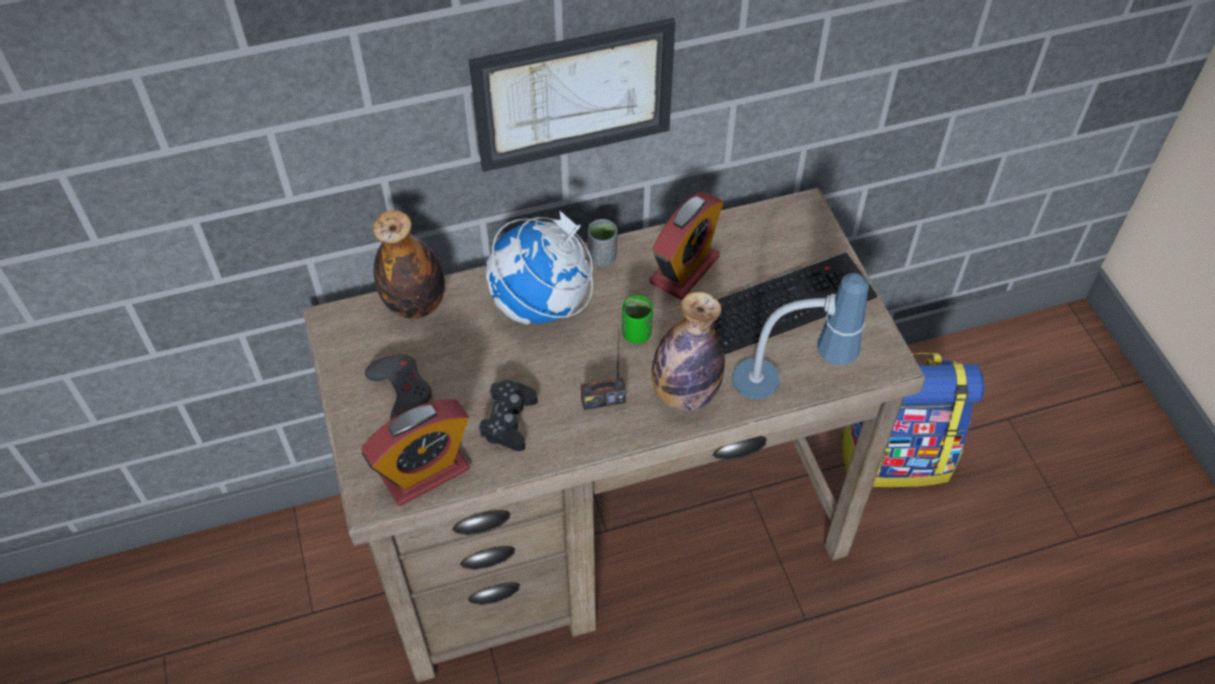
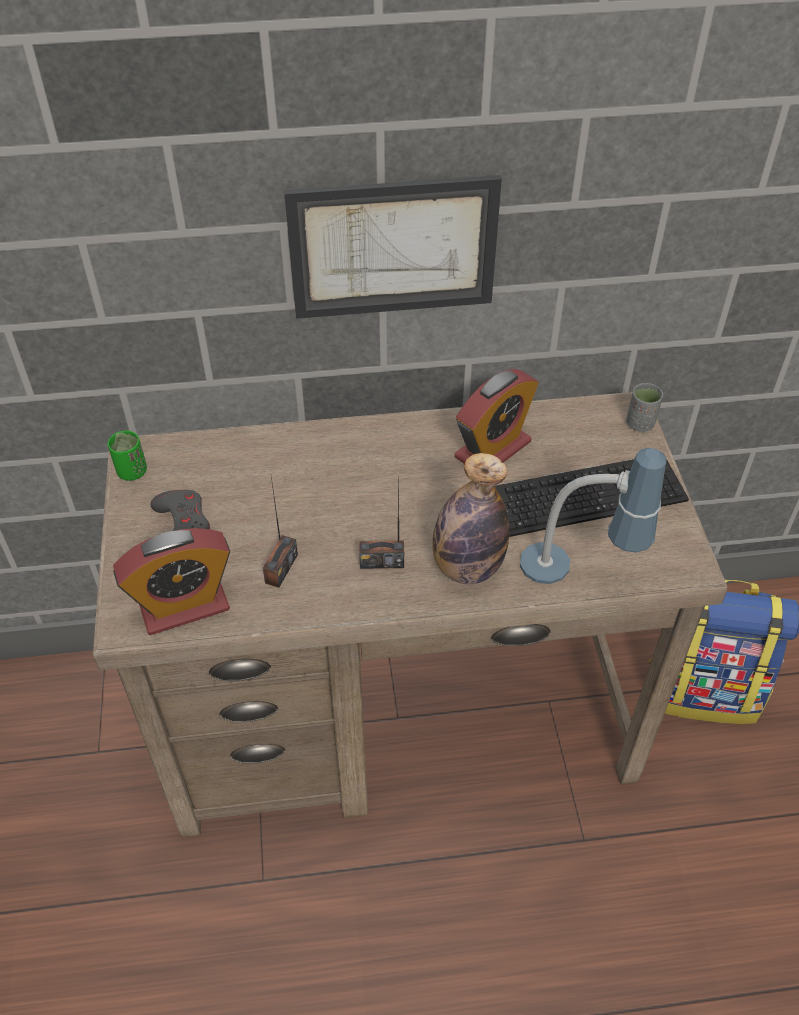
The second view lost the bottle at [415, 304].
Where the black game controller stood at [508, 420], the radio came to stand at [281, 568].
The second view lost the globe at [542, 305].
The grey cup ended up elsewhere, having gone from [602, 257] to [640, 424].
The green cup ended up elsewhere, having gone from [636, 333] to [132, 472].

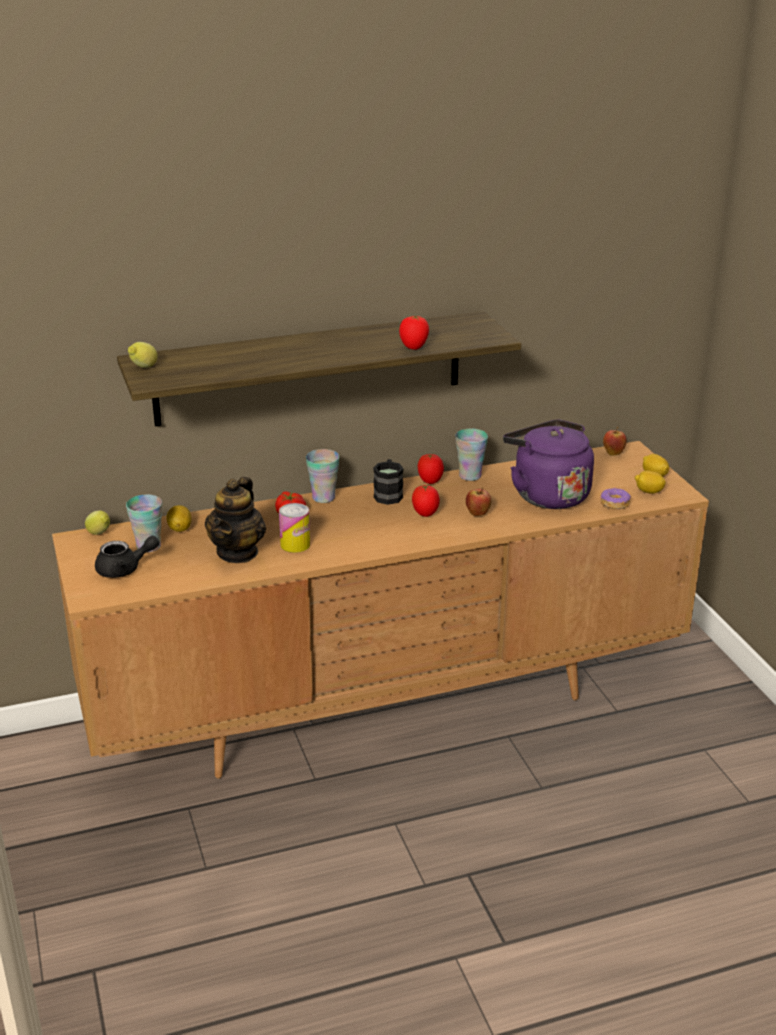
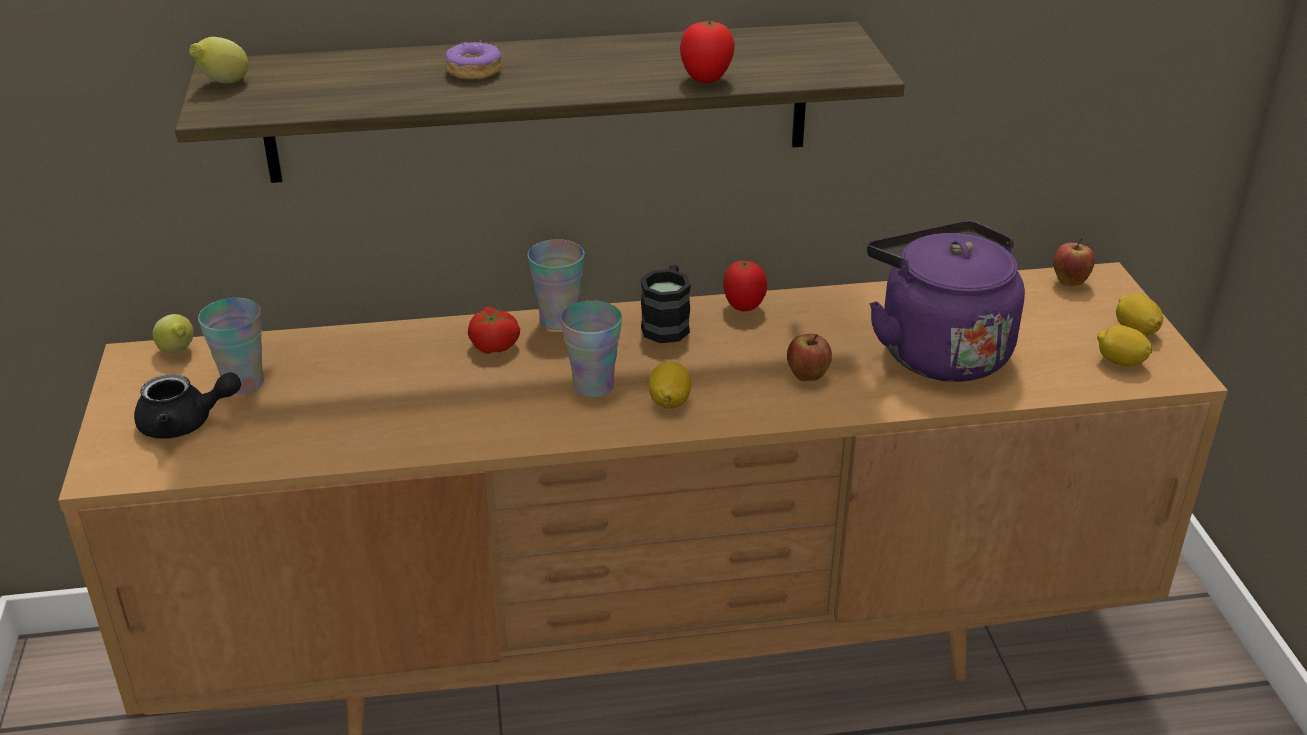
The lemon ended up elsewhere, having gone from [180, 529] to [669, 401].
The second view lost the teapot at [238, 552].
The second view lost the can at [295, 545].
The second view lost the tomato at [425, 514].
The cup ended up elsewhere, having gone from [470, 476] to [593, 386].
The donut ended up elsewhere, having gone from [614, 503] to [473, 71].

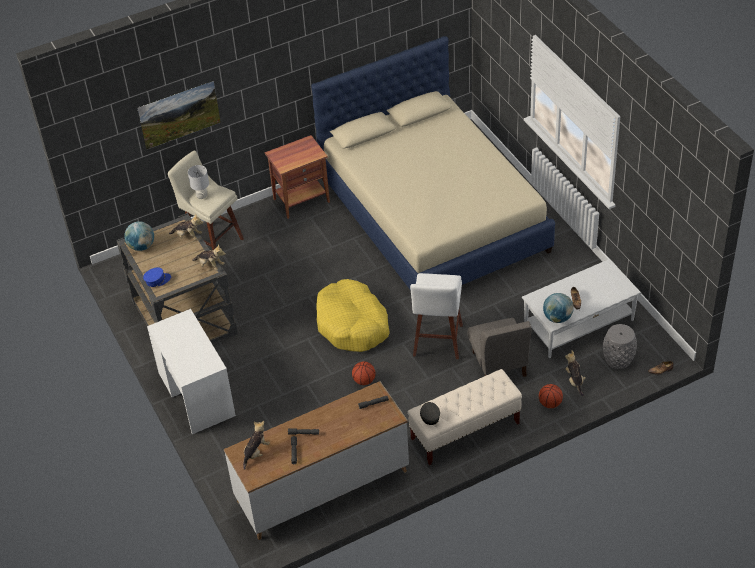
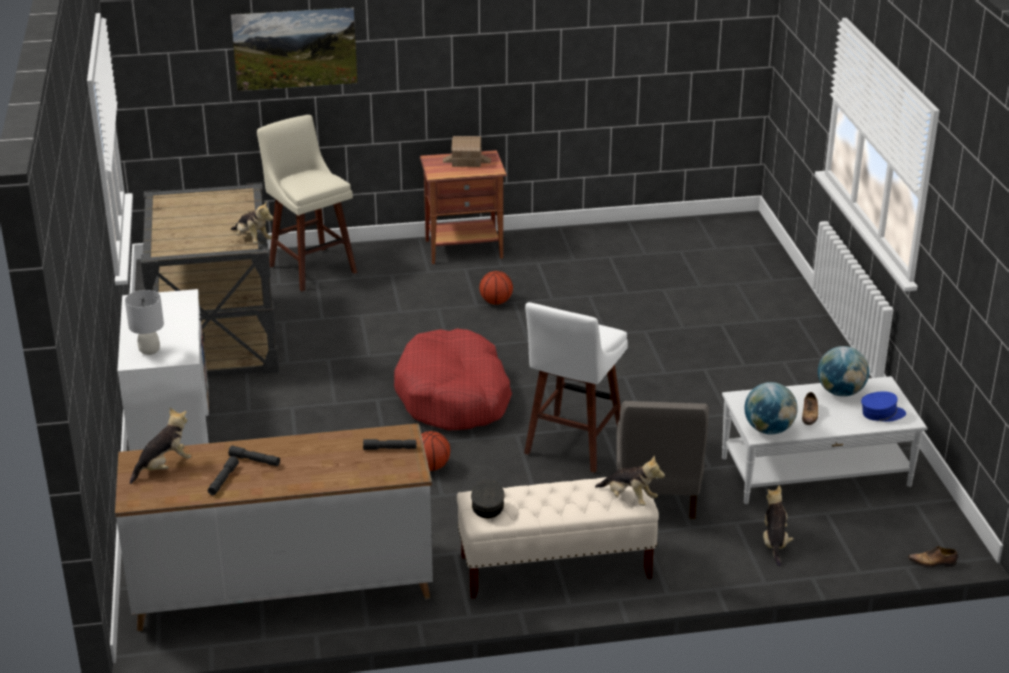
The globe ended up elsewhere, having gone from [141, 246] to [840, 392].
The blue cap ended up elsewhere, having gone from [157, 280] to [881, 413].
The plush toy ended up elsewhere, having gone from [188, 236] to [629, 498].
The grey table lamp ended up elsewhere, having gone from [202, 196] to [150, 351].
The second view lost the beige bed at [433, 214].
What was the yellow dog bed at [352, 324] turned into the red dog bed at [454, 397].
The basketball ended up elsewhere, having gone from [550, 403] to [496, 302].
The second view lost the grey stool at [618, 360].
The second view gained the toy house at [466, 161].

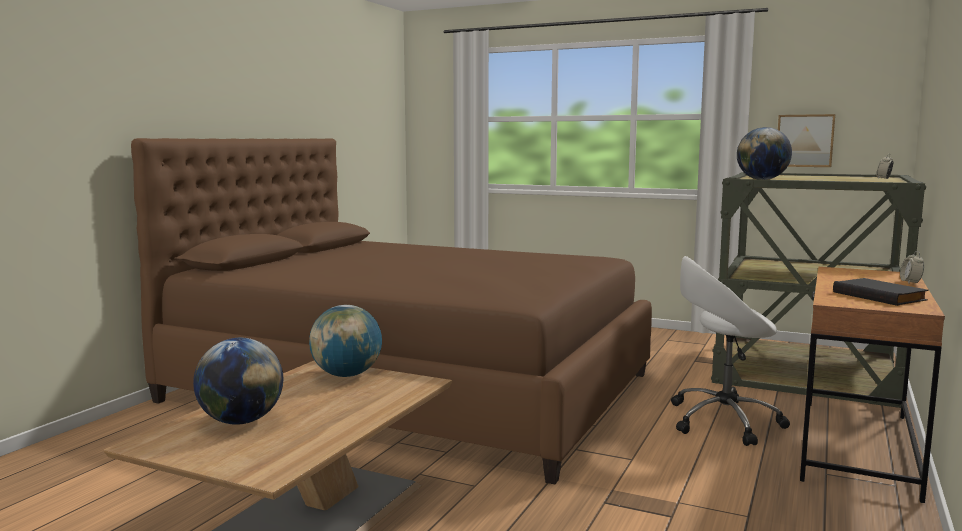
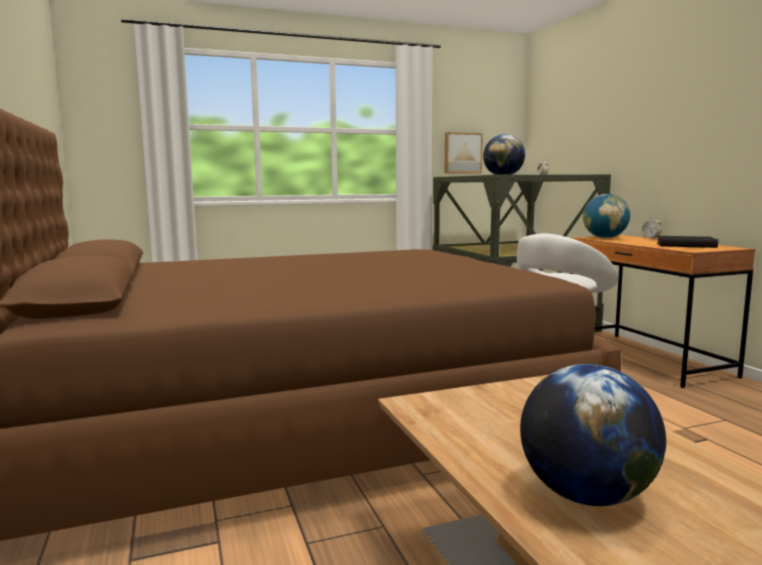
The globe ended up elsewhere, having gone from [347, 375] to [605, 238].

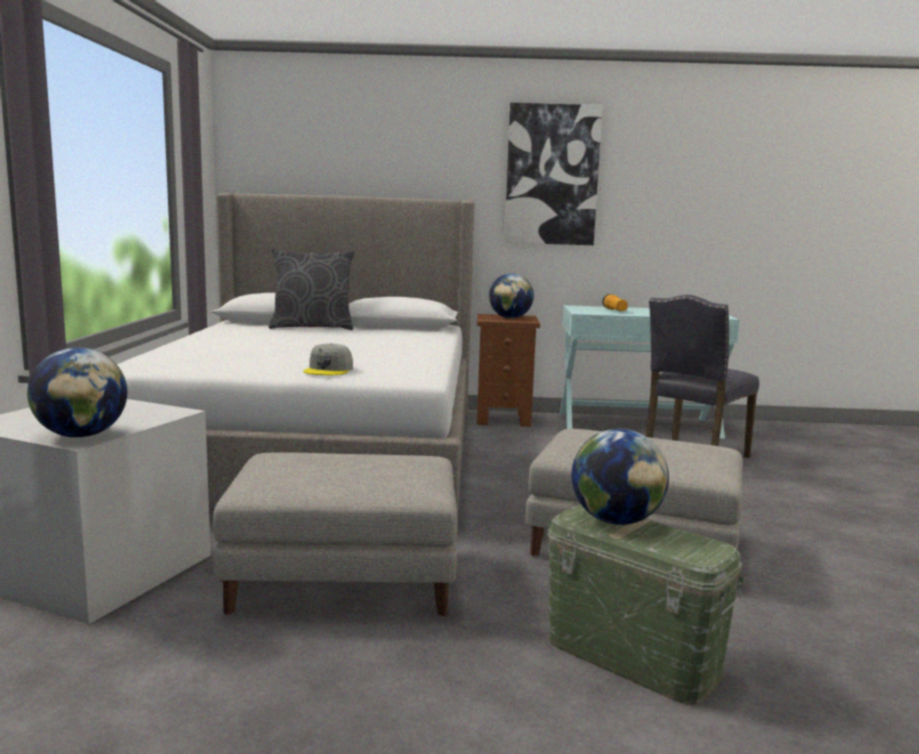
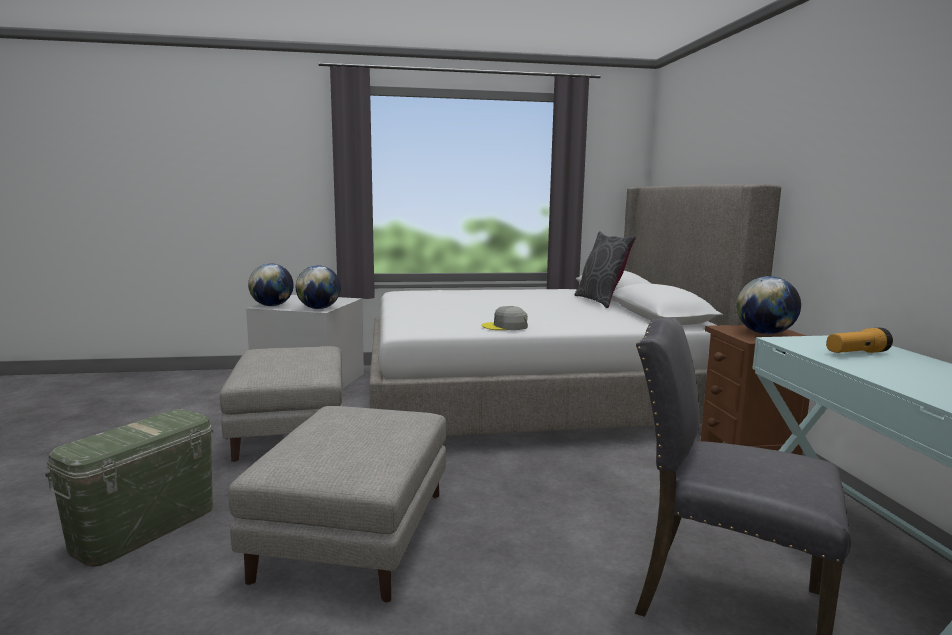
The grey cap ended up elsewhere, having gone from [329, 370] to [505, 326].
The second view lost the picture at [552, 175].
The globe ended up elsewhere, having gone from [616, 521] to [319, 308].

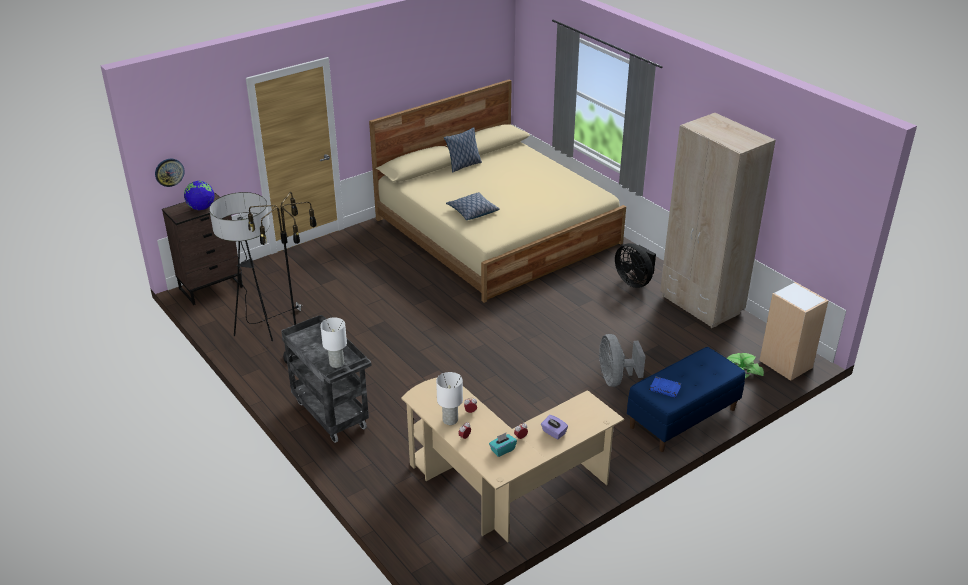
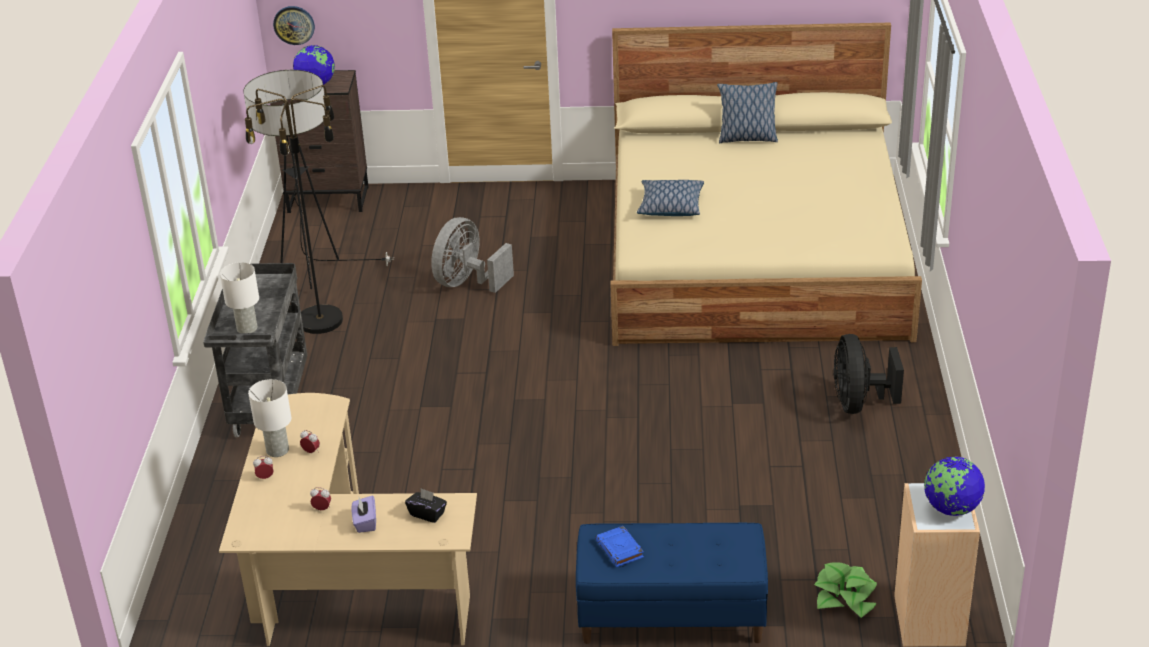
The second view lost the turquoise tissue box at [502, 450].
The grey fan ended up elsewhere, having gone from [615, 378] to [467, 283].
The second view lost the beige wardrobe at [701, 305].
The second view gained the black tissue box at [427, 514].
The second view gained the globe at [951, 509].

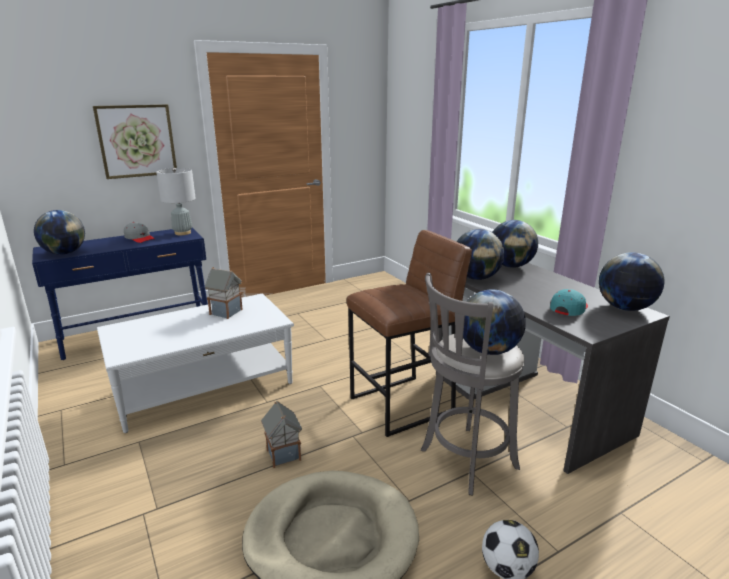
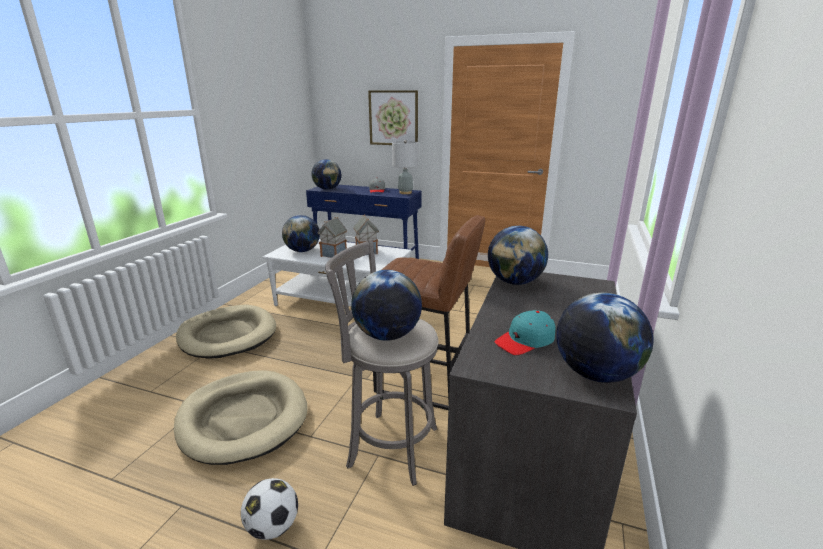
The toy house ended up elsewhere, having gone from [283, 454] to [334, 255].
The globe ended up elsewhere, having gone from [510, 266] to [303, 251].
The turquoise cap at [569, 308] ended up facing another way, 150 degrees clockwise from before.
The second view gained the beige dog bed at [228, 335].

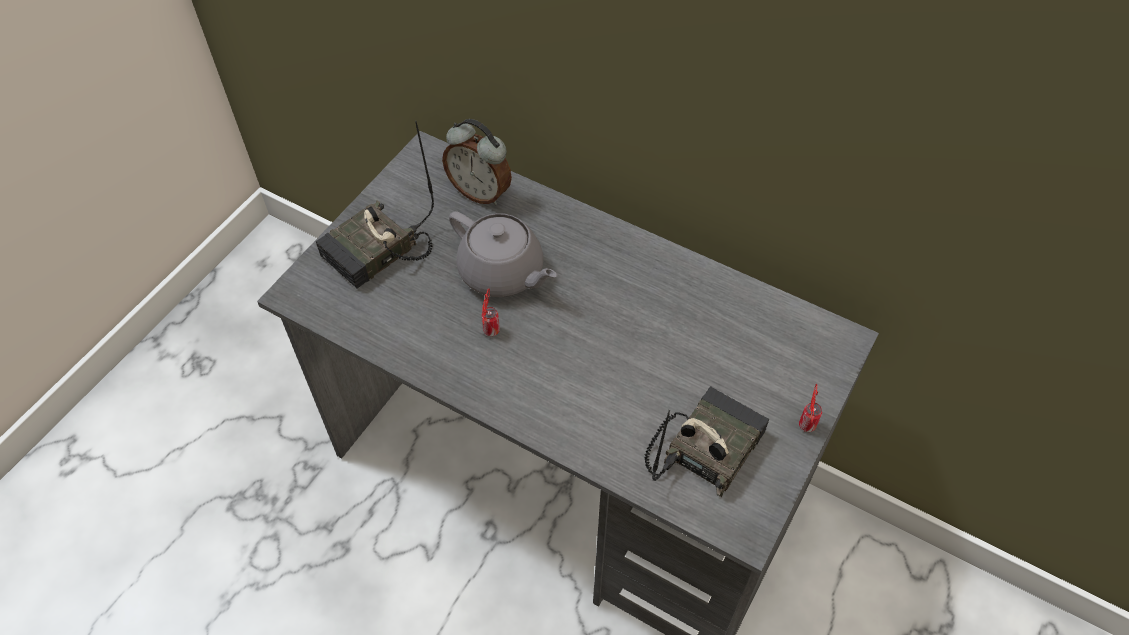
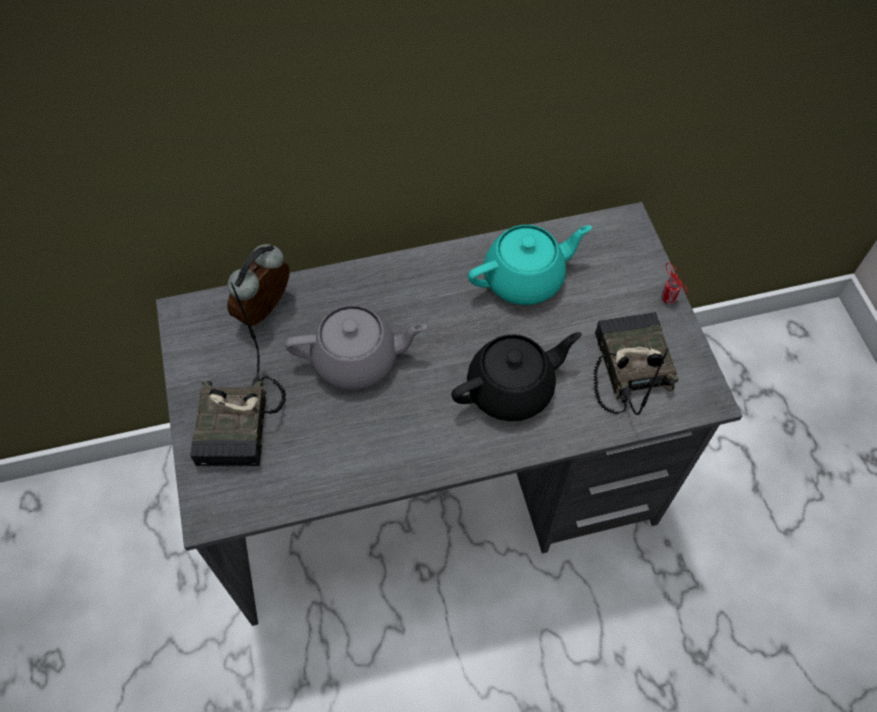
The alarm clock at [480, 192] ended up facing another way, 135 degrees clockwise from before.
The second view lost the can at [491, 332].
The second view gained the black teapot at [512, 388].
The second view gained the turquoise teapot at [525, 278].

